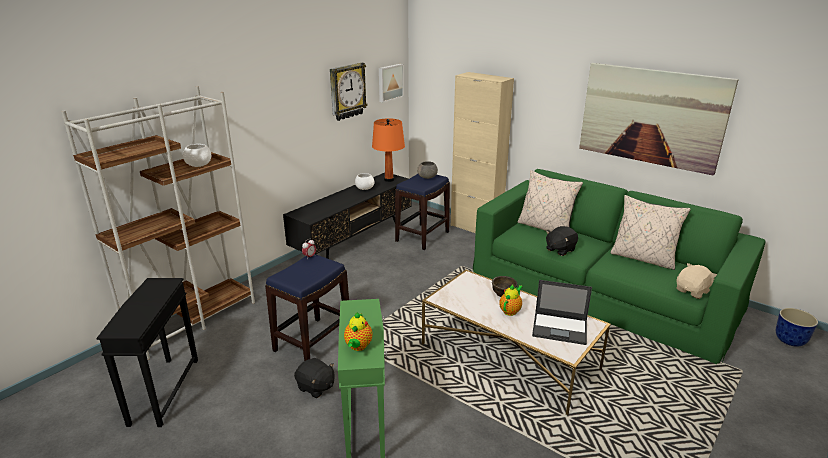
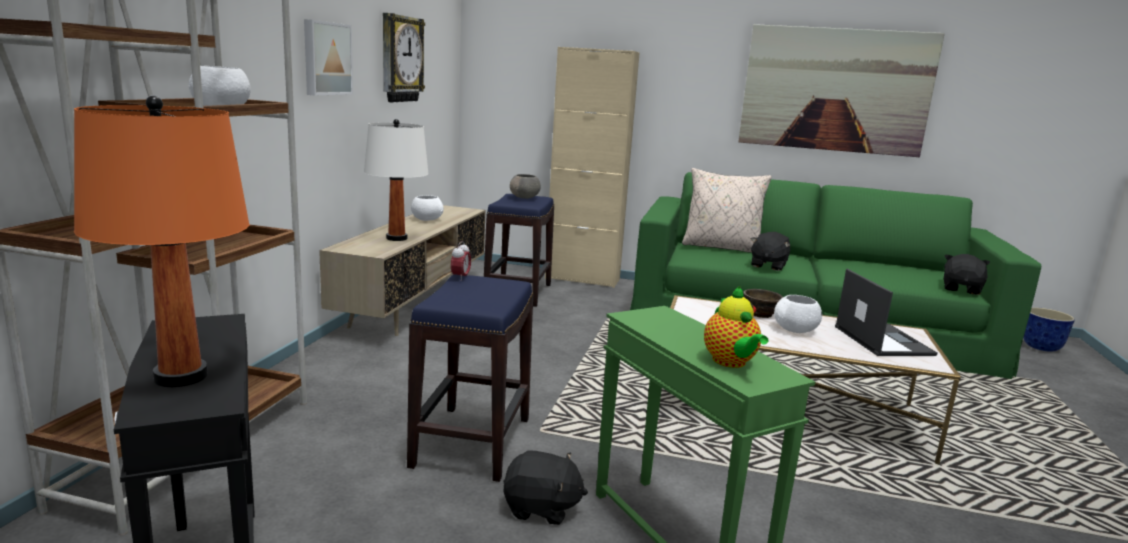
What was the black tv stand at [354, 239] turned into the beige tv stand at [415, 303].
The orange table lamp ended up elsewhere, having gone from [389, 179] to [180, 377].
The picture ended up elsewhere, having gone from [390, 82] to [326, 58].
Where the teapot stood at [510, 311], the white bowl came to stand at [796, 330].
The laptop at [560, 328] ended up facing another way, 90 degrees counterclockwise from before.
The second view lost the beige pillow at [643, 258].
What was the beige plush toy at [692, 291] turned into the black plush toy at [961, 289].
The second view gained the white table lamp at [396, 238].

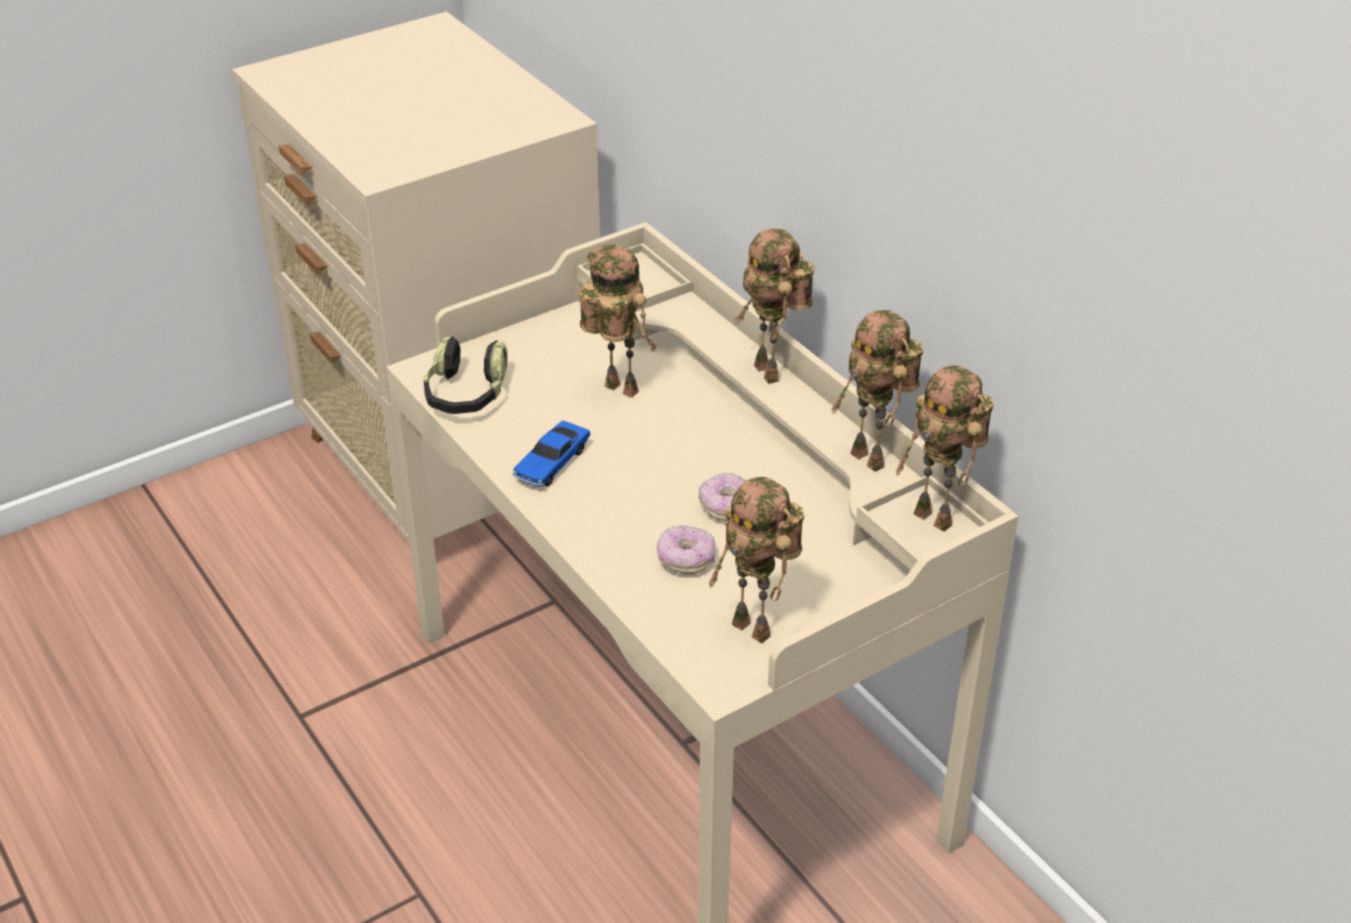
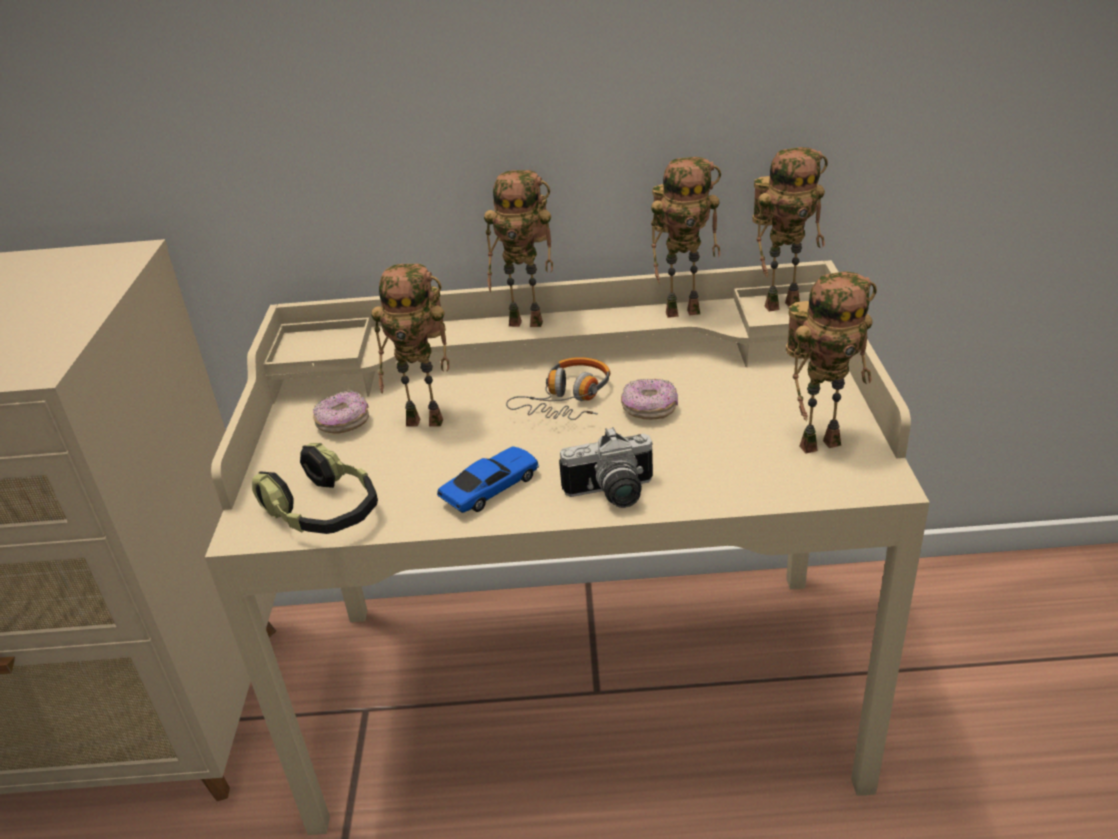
The toy car at [552, 463] ended up facing another way, 105 degrees counterclockwise from before.
The toy robot at [616, 390] ended up facing another way, 150 degrees counterclockwise from before.
The donut ended up elsewhere, having gone from [686, 560] to [344, 424].
The second view gained the headphones at [567, 400].
The second view gained the photo camera at [612, 495].

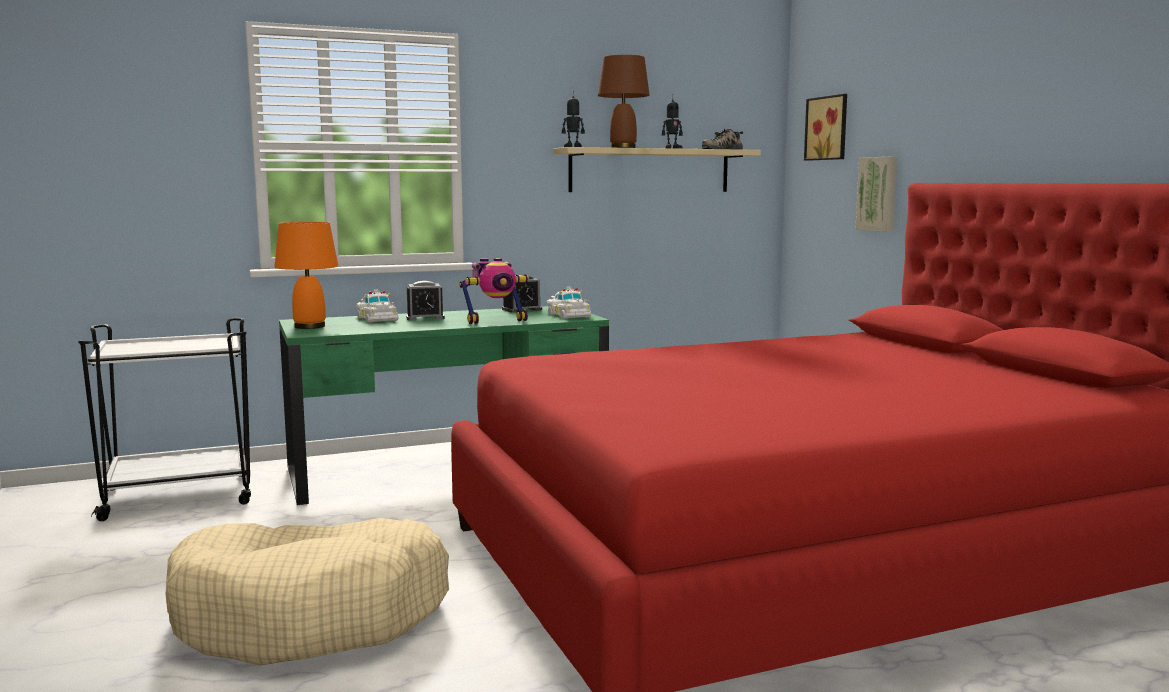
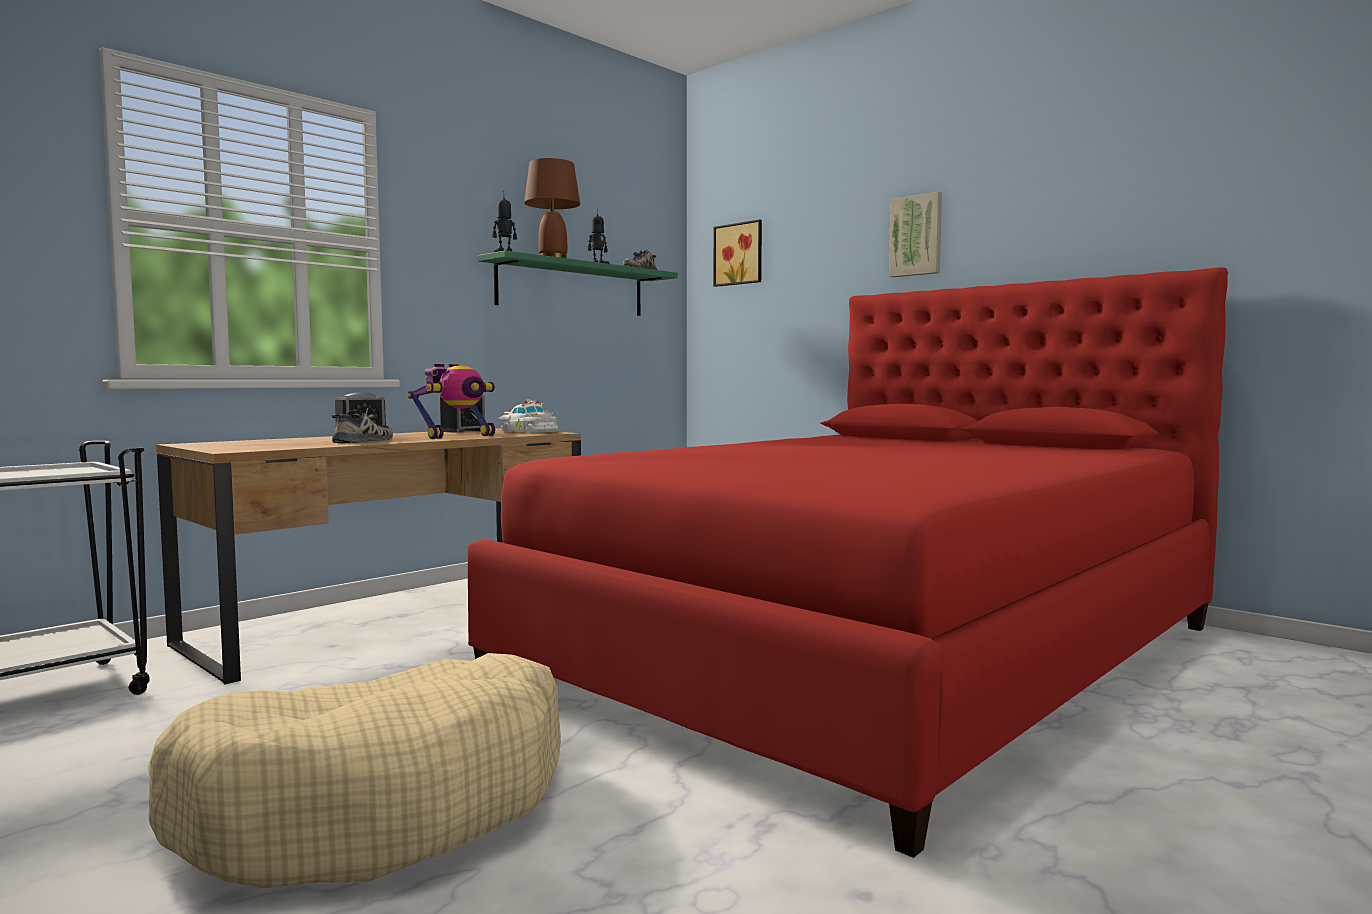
The second view lost the orange table lamp at [309, 326].
What was the green desk at [448, 467] turned into the brown desk at [395, 621].
The second view lost the white toy car at [377, 319].
What was the beige shelf at [650, 170] turned into the green shelf at [572, 288].
The picture ended up elsewhere, having gone from [878, 194] to [916, 236].
The second view gained the shoe at [365, 441].

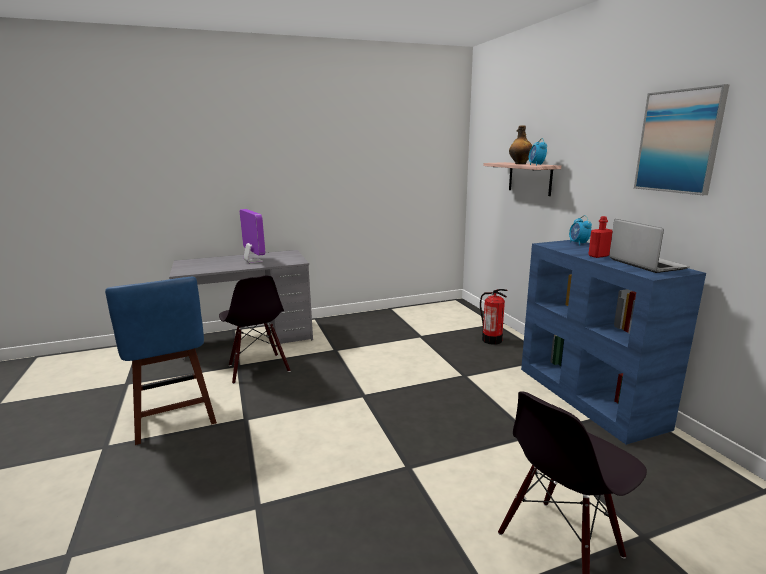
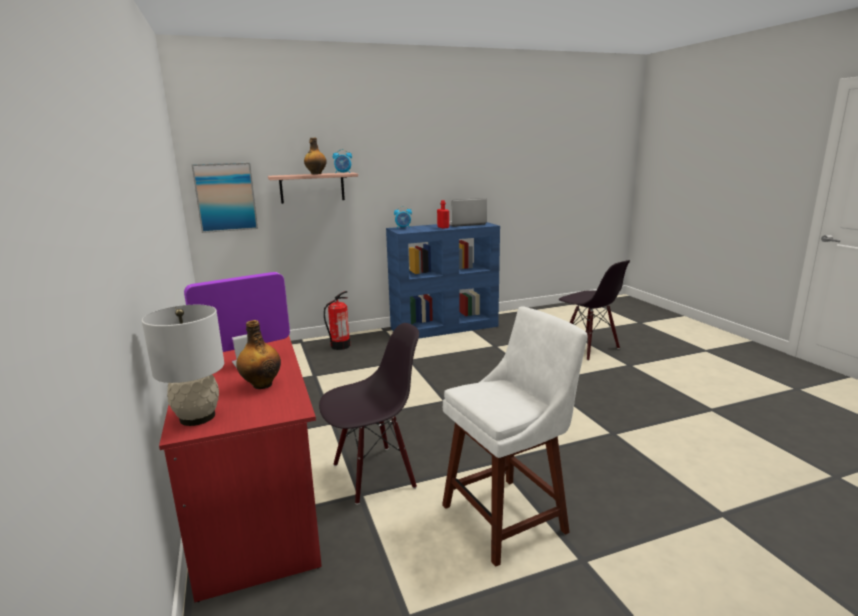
What was the blue chair at [174, 419] turned into the white chair at [509, 516].
What was the grey desk at [248, 339] turned into the red desk at [255, 505].
The picture ended up elsewhere, having gone from [678, 141] to [226, 197].
The second view gained the white table lamp at [197, 417].
The second view gained the bottle at [261, 384].

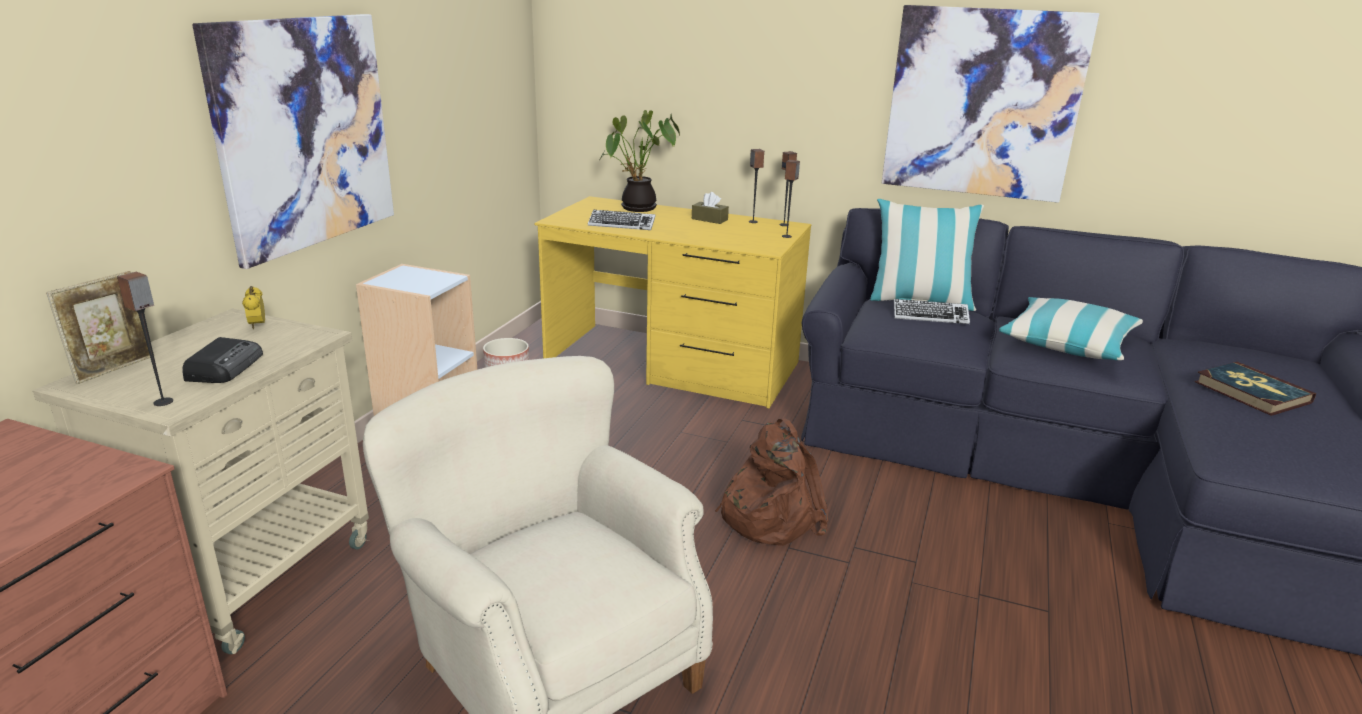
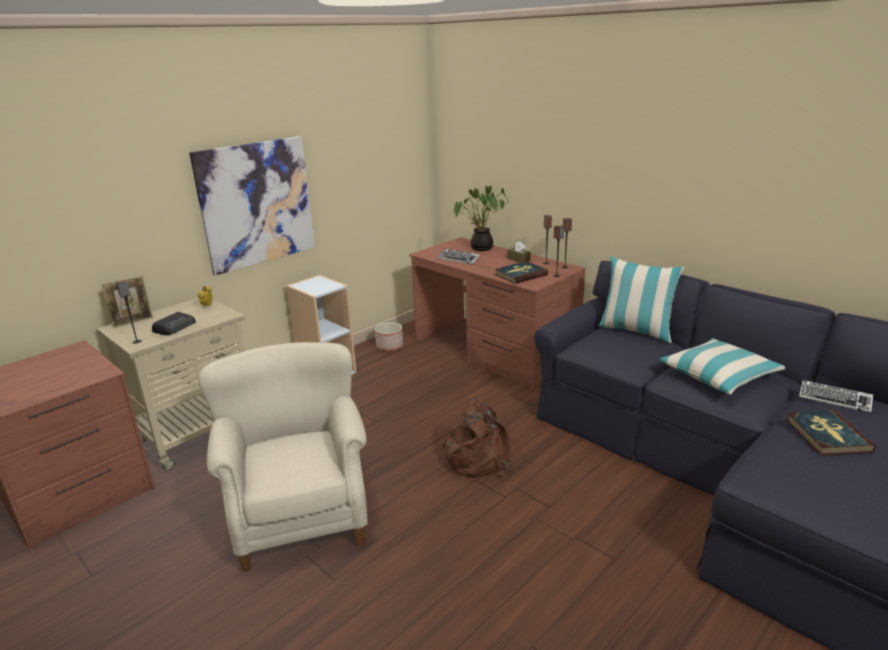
What was the yellow desk at [672, 363] turned into the brown desk at [493, 351].
The second view lost the picture at [982, 104].
The keyboard ended up elsewhere, having gone from [930, 316] to [834, 399].
The second view gained the book at [520, 275].

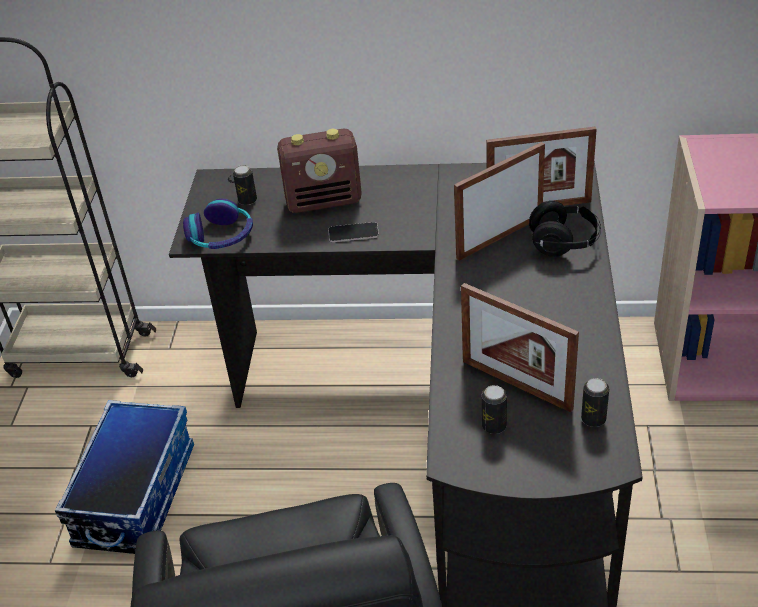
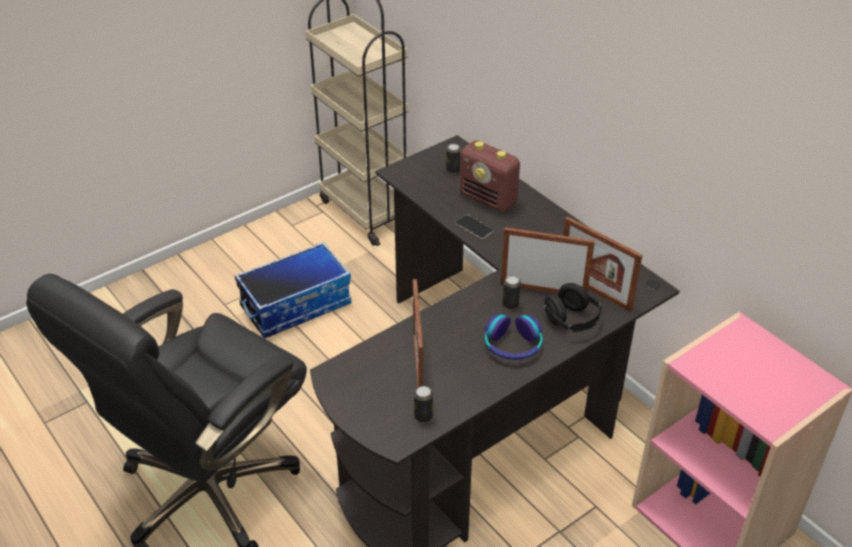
The headphones ended up elsewhere, having gone from [221, 236] to [512, 345].
The can ended up elsewhere, having gone from [494, 426] to [510, 304].

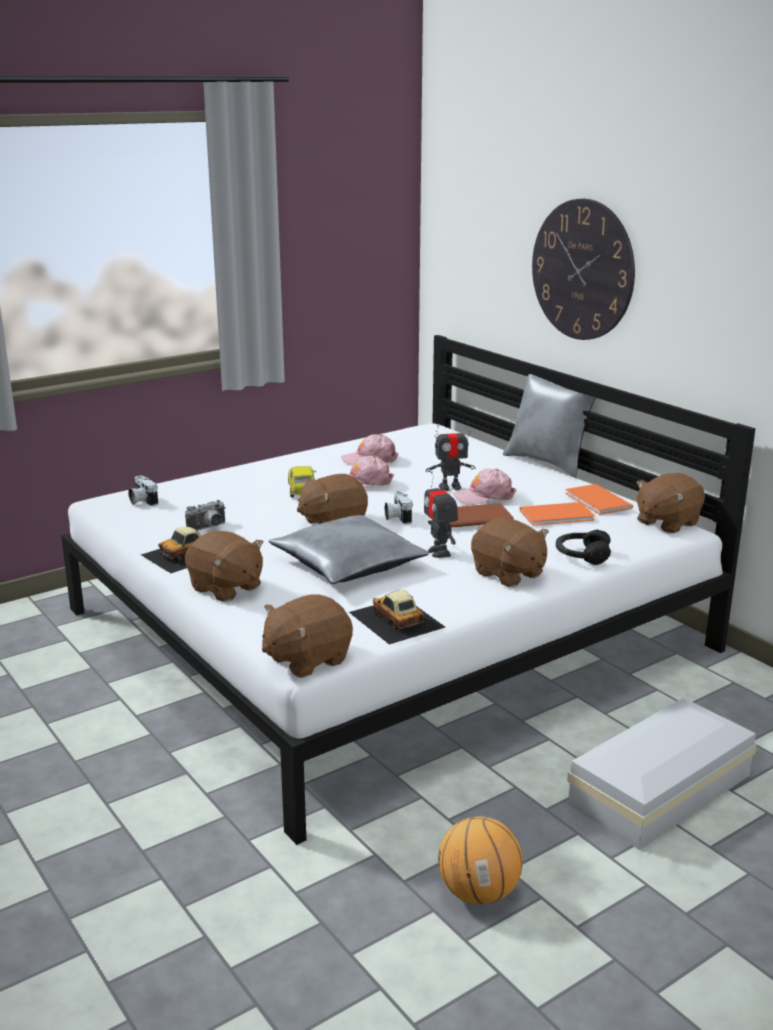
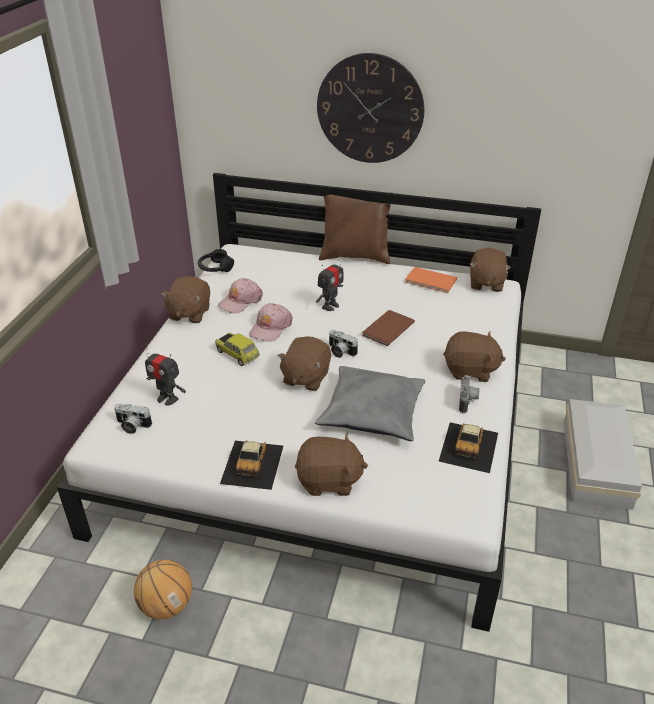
The photo camera ended up elsewhere, having gone from [209, 528] to [468, 402].
The brown plush toy ended up elsewhere, having gone from [306, 659] to [189, 313].
The toy car at [396, 620] ended up facing another way, 90 degrees counterclockwise from before.
The toy robot ended up elsewhere, having gone from [439, 552] to [167, 398].
The basketball ended up elsewhere, having gone from [478, 892] to [166, 605].
The second view lost the pink cap at [484, 496].
What was the grey pillow at [548, 463] turned into the brown pillow at [355, 256].
The second view lost the orange book at [559, 516].
The black headphones ended up elsewhere, having gone from [582, 555] to [215, 268].

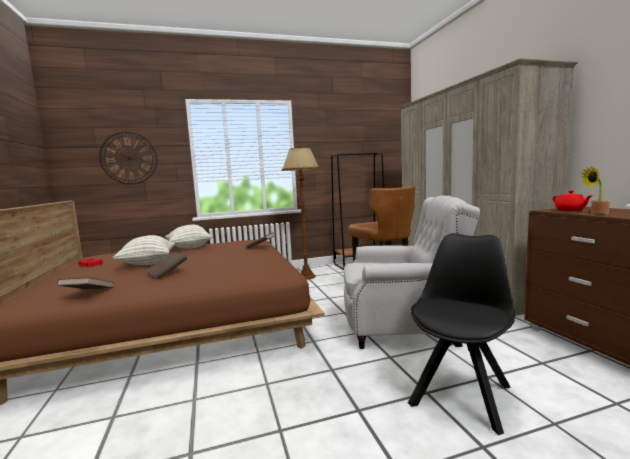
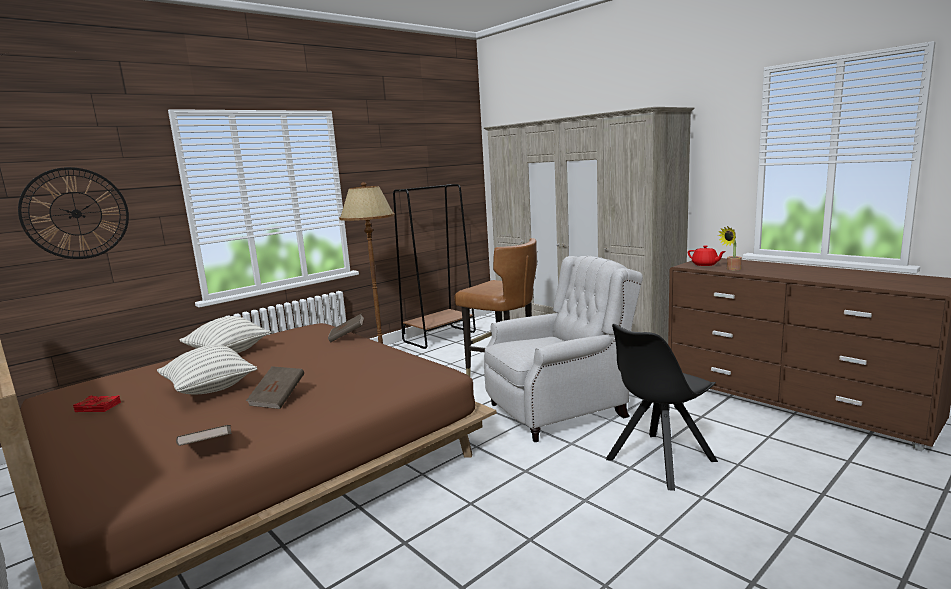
The black chair at [461, 394] ended up facing another way, 135 degrees counterclockwise from before.

